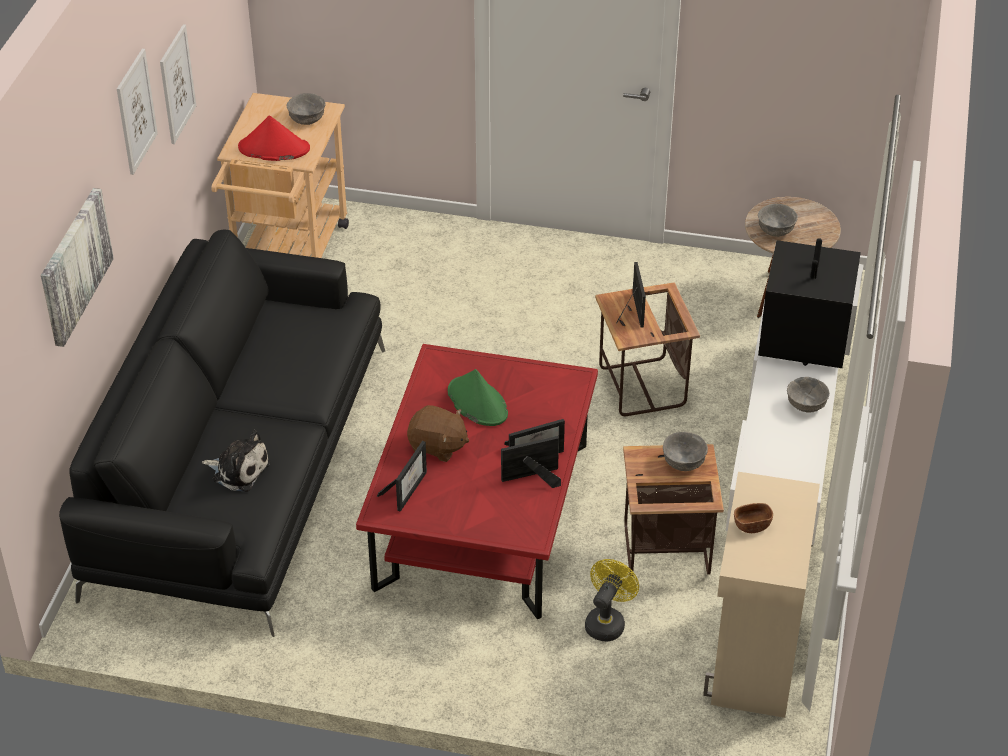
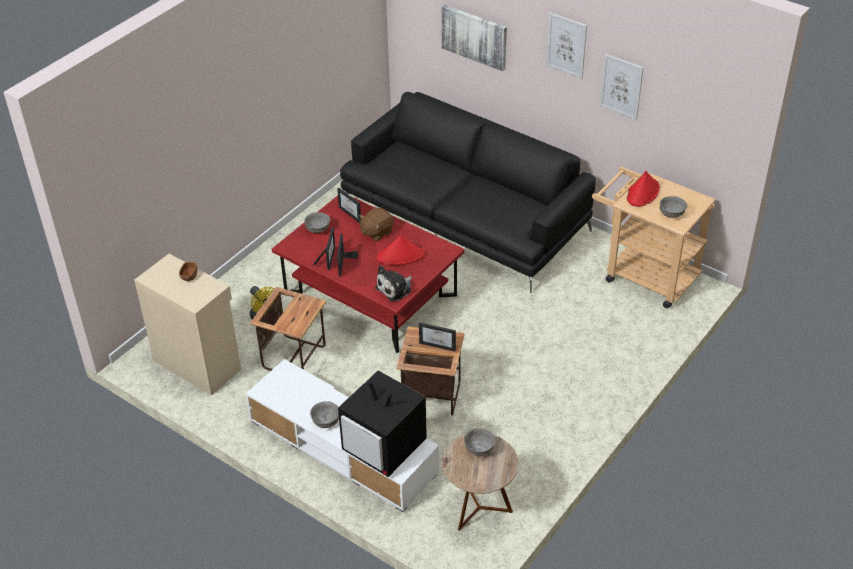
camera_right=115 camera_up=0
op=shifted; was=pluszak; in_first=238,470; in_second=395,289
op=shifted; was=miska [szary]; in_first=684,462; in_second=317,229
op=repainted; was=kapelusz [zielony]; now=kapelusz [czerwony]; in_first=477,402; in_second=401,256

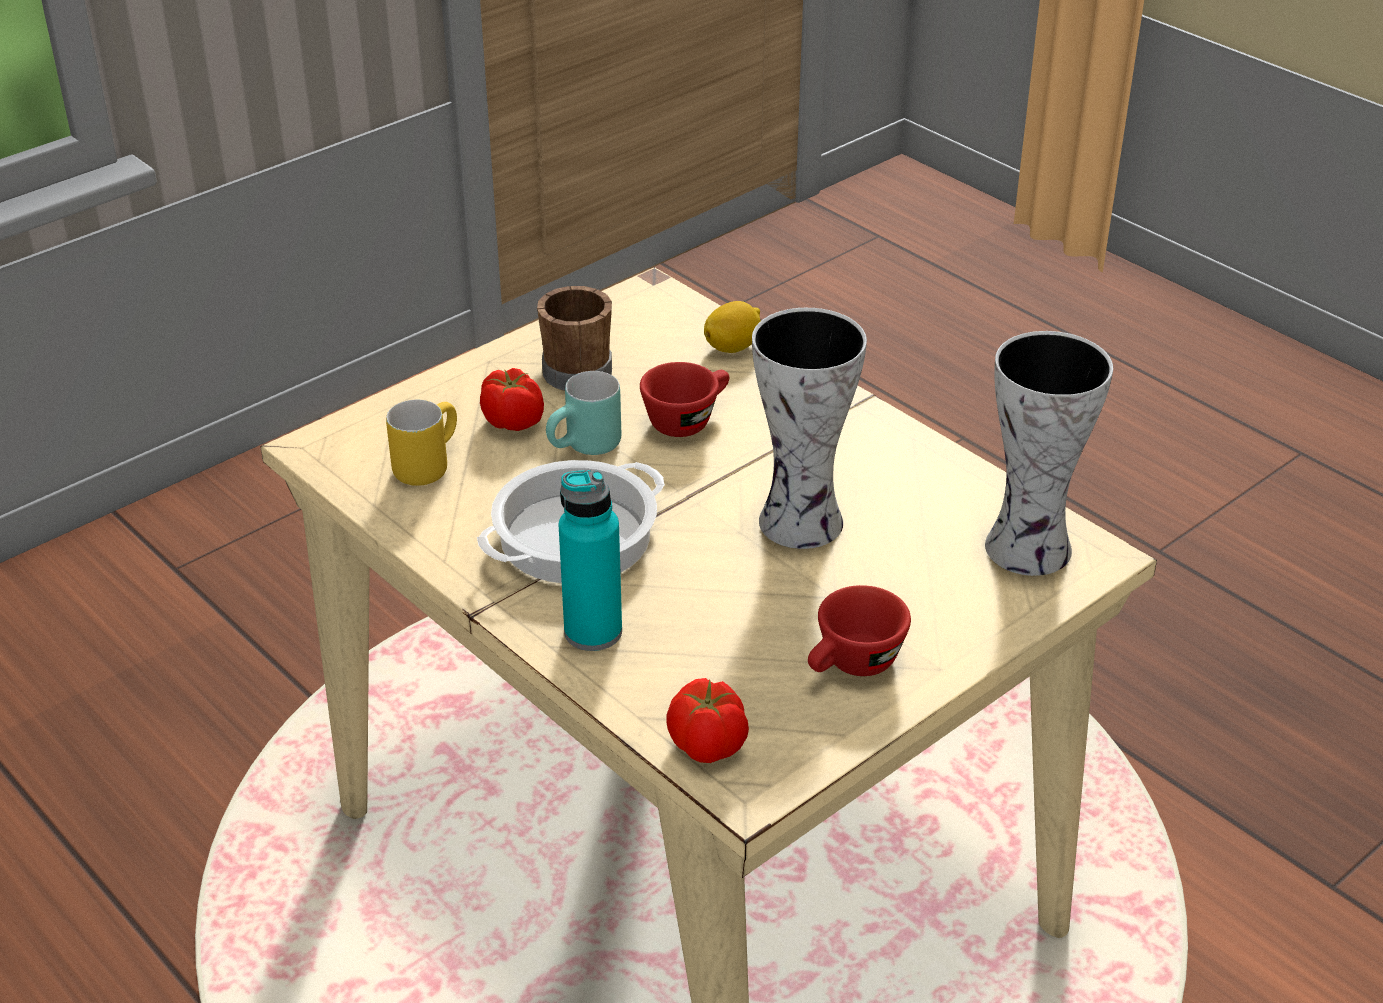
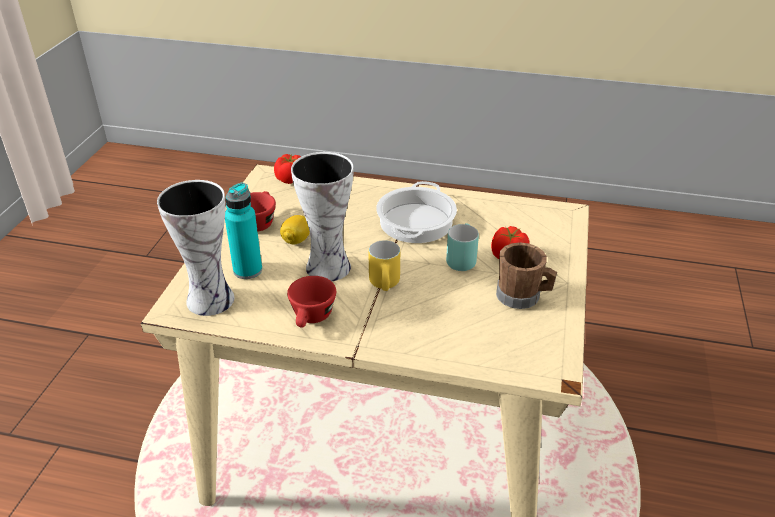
camera_right=145 camera_up=0
op=shifted; was=kubek [żółty]; in_first=425,464; in_second=387,285
op=shifted; was=butelka [turkusowy]; in_first=593,632; in_second=247,270
op=shifted; was=filiżanka [czerwony]; in_first=687,419; in_second=312,318
op=shifted; was=cytryna; in_first=733,347; in_second=296,240

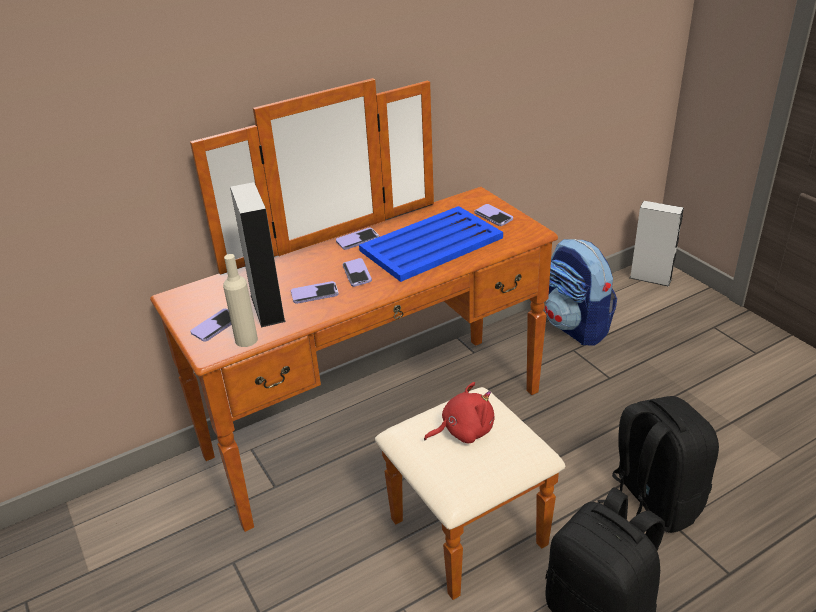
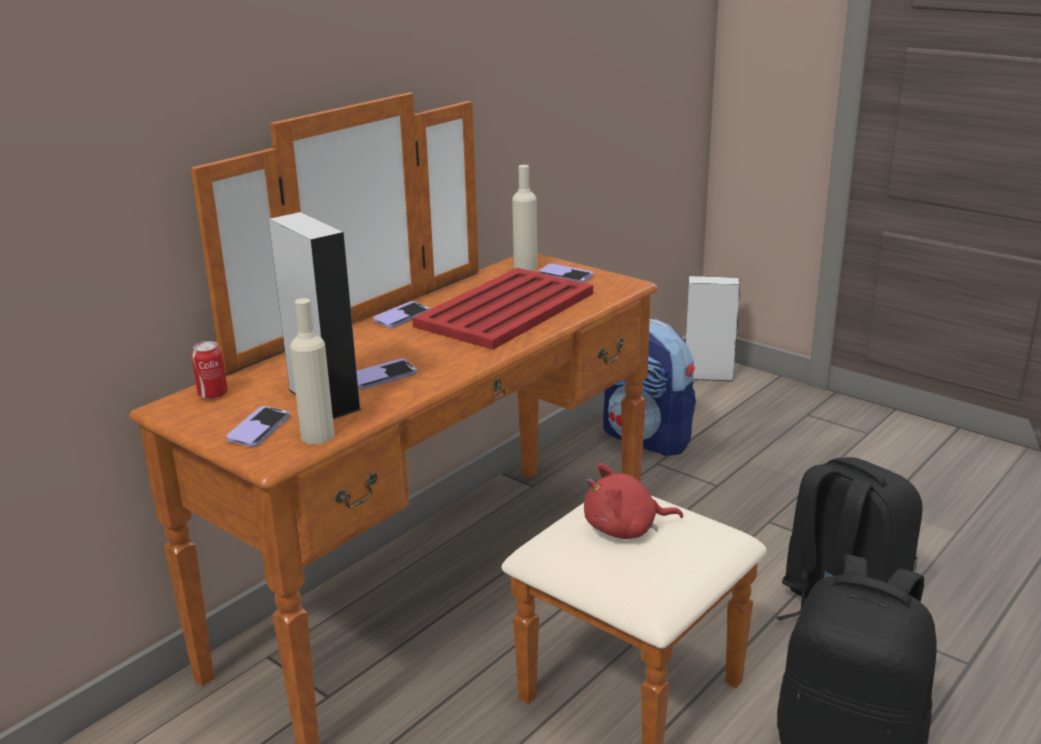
camera_right=-20 camera_up=-10
op=gone; was=telefon; in_first=357,273
op=new; now=puszka; in_second=213,394
op=new; now=butelka [beżowy]; in_second=525,267
op=repainted; was=taca [niebieski]; now=taca [czerwony]; in_first=433,244; in_second=507,309
op=rotated; was=pluszak [czerwony]; in_first=463,430; in_second=625,529; clockwise=-150

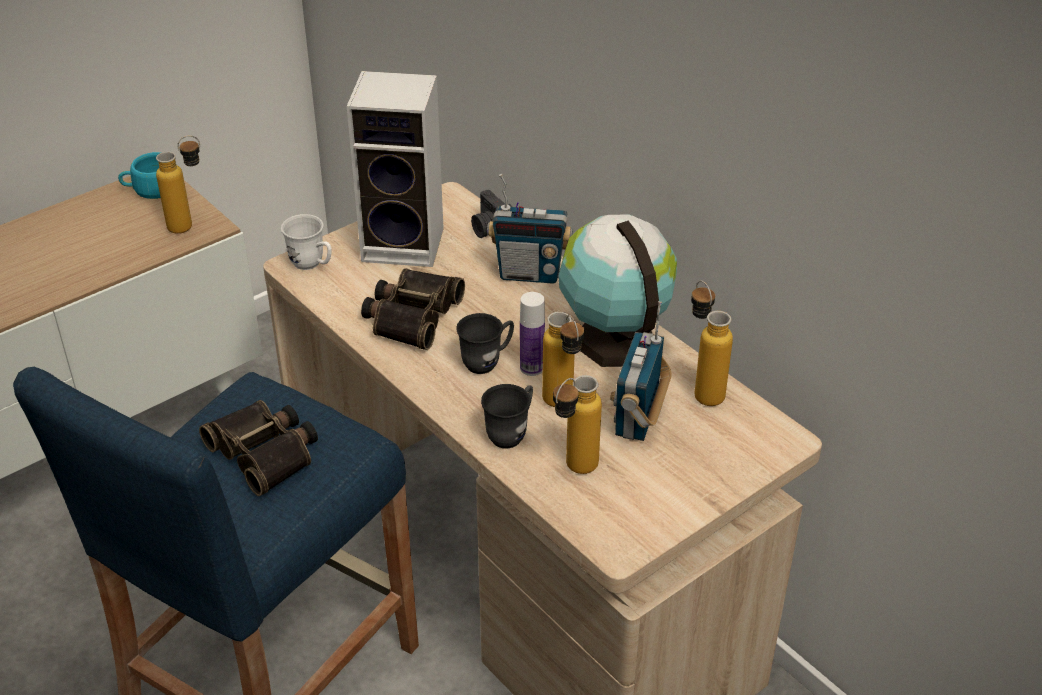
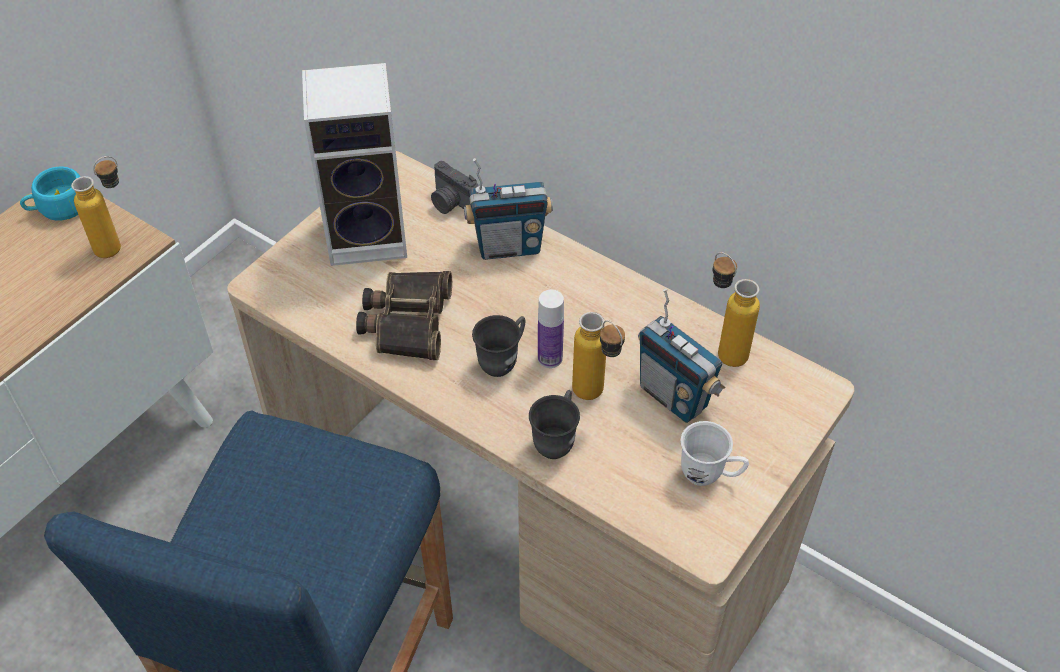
camera_right=-15 camera_up=10
op=gone; was=lornetka; in_first=266,452
op=gone; was=butelka; in_first=573,471
op=gone; was=globus; in_first=614,338
op=shifted; was=kubek [biały]; in_first=312,265; in_second=709,475
op=rotated; was=radio; in_first=638,419; in_second=674,396; clockwise=-45

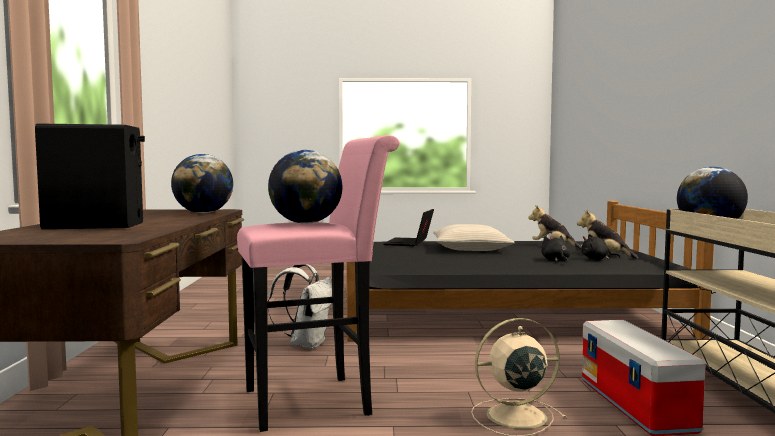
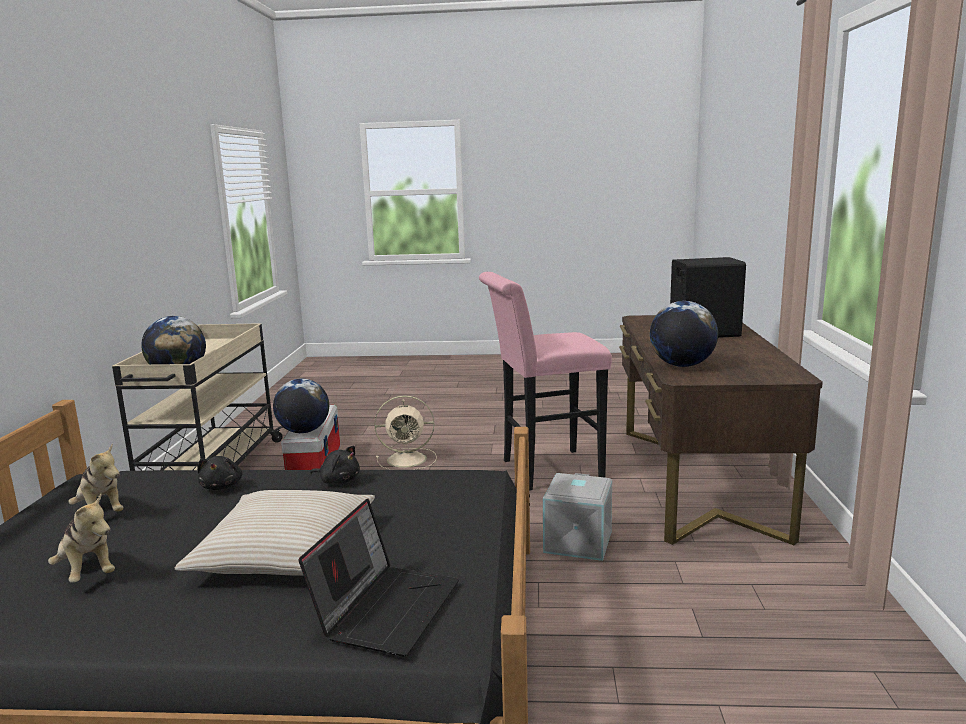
camera_right=-175 camera_up=10
op=shifted; was=globus; in_first=306,223; in_second=303,431
op=shifted; was=pluszak [czarny]; in_first=597,259; in_second=338,480
op=swapped; was=plecak [biały]; now=pojemnik do przechowywania [szary]; in_first=306,344; in_second=579,542

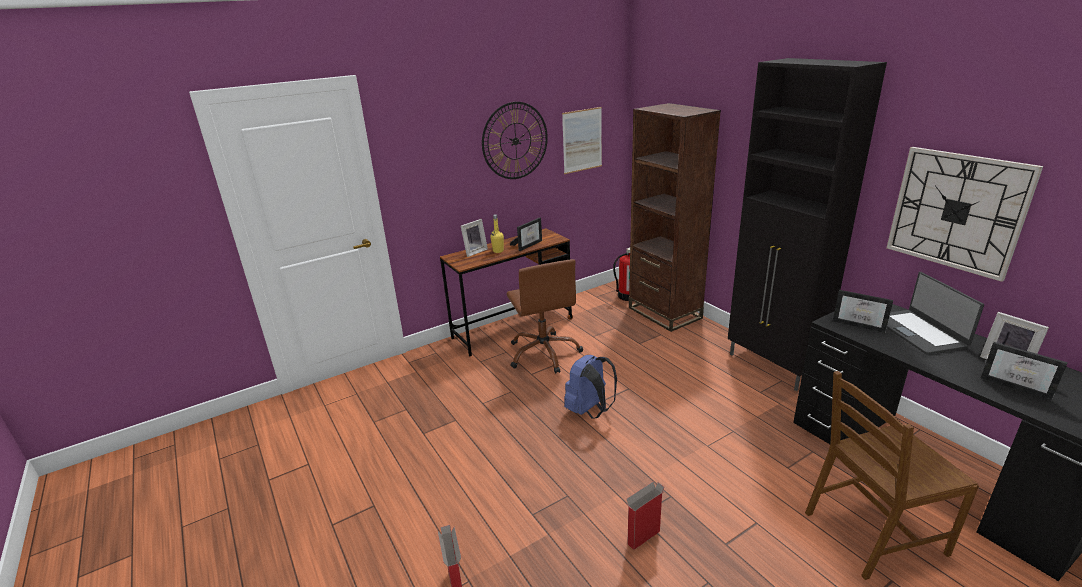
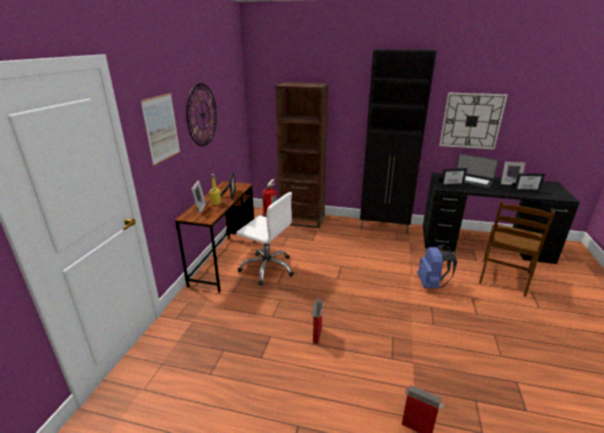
camera_right=-45 camera_up=0
op=shifted; was=obraz; in_first=582,140; in_second=161,128
op=shifted; was=plecak [niebieski]; in_first=590,411; in_second=431,284
op=shifted; was=karton; in_first=643,538; in_second=317,335
op=repainted; was=krzesło biurowe [brązowy]; now=krzesło biurowe [biały]; in_first=544,353; in_second=267,268

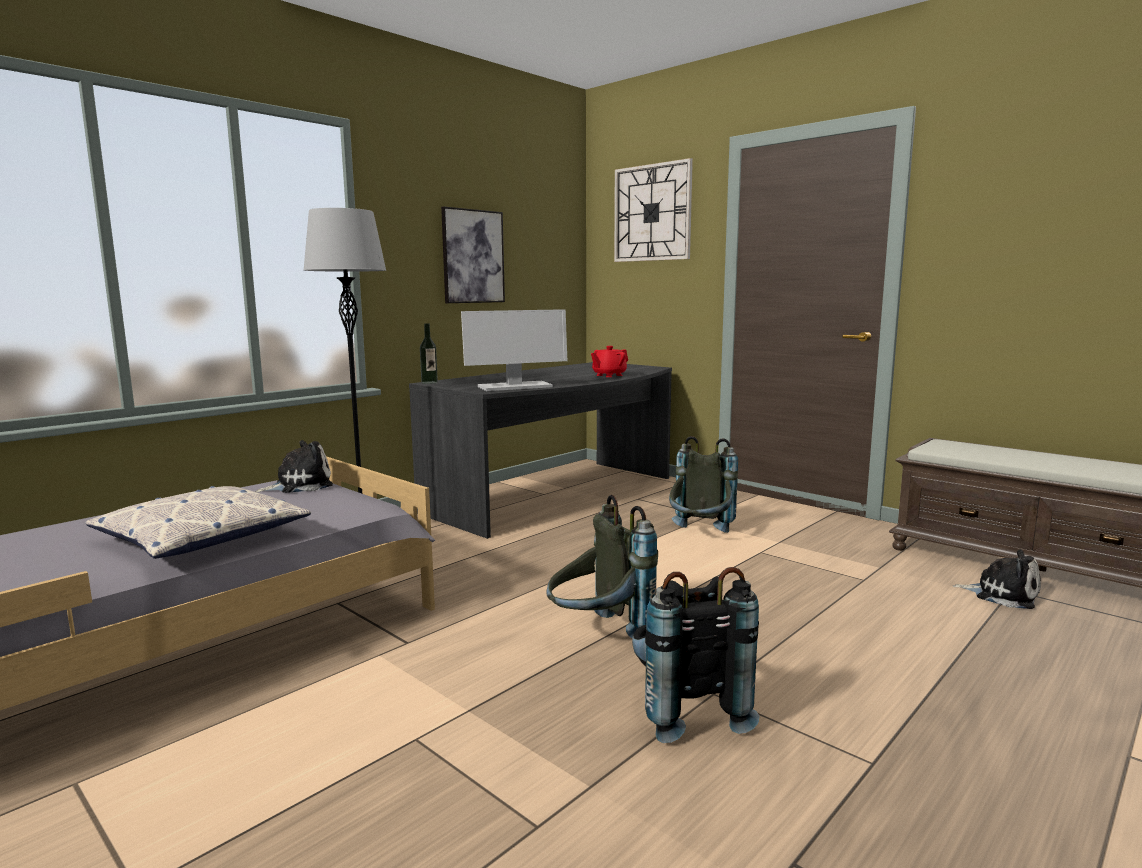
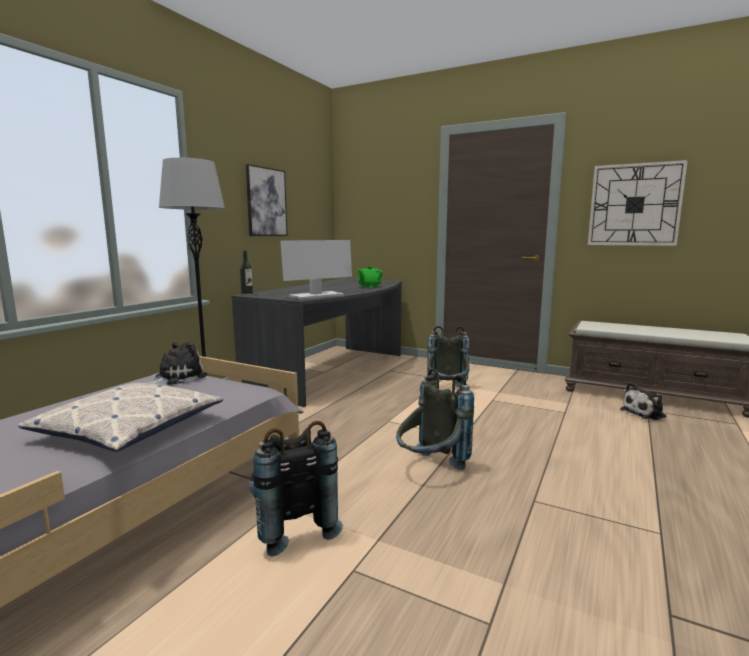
camera_right=-15 camera_up=0
op=shifted; was=zegar ścienny; in_first=652,213; in_second=634,205
op=shifted; was=plecak [czarny]; in_first=685,710; in_second=291,527
op=repainted; was=imbryk [czerwony]; now=imbryk [zielony]; in_first=609,375; in_second=369,286
op=rotated; was=pluszak; in_first=1002,594; in_second=645,413; clockwise=135

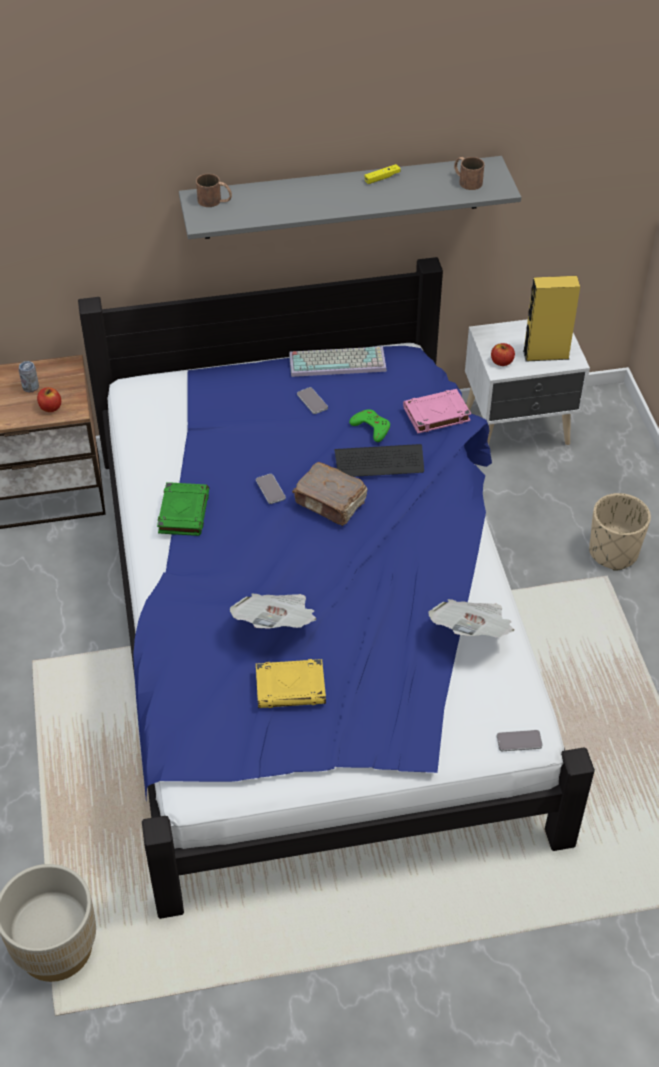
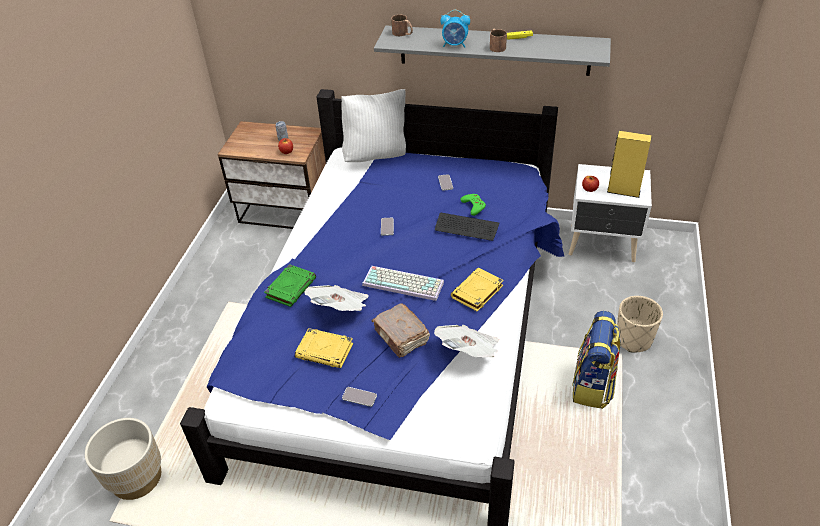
camera_right=25 camera_up=-5
op=gone; was=książka [różowy]; in_first=436,415
op=new; now=poduszka [biały]; in_second=376,155
op=new; now=budzik; in_second=455,45
op=new; now=książka [żółty]; in_second=477,292
op=new; now=plecak; in_second=593,385
op=shifted; was=książka [zielony]; in_first=183,512; in_second=291,288
op=shifted; was=klawiatura; in_first=338,361; in_second=404,283
op=shifted; was=książka [brązowy]; in_first=330,503; in_second=401,337
op=shifted; was=kubek [brązowy]; in_first=466,180; in_second=496,46
op=shifted; was=telefon; in_first=519,741; in_second=359,397

